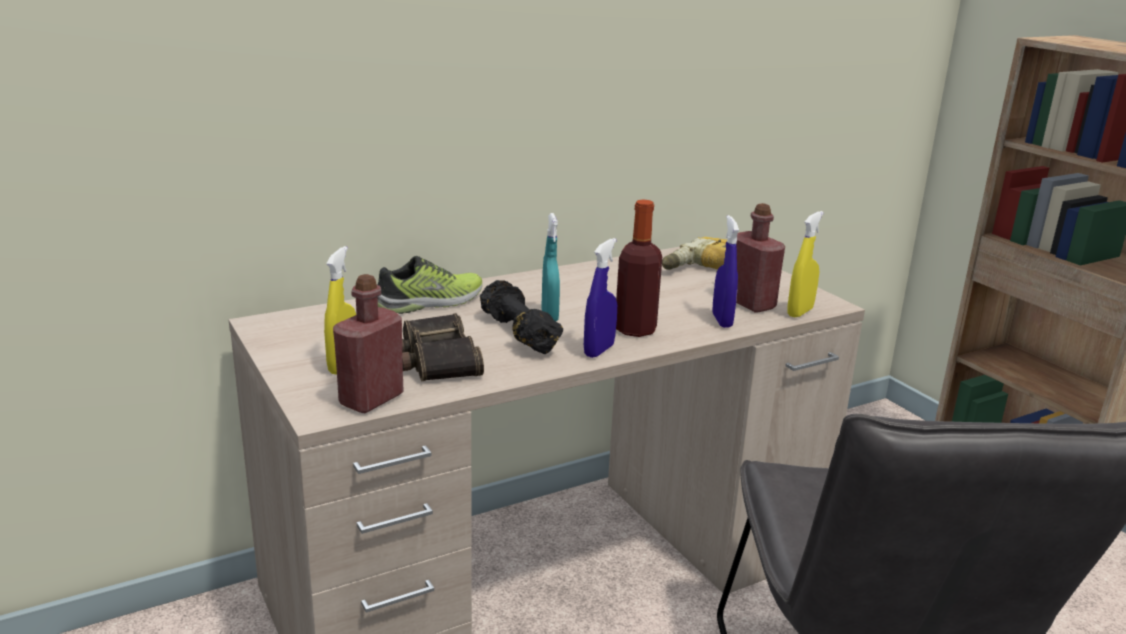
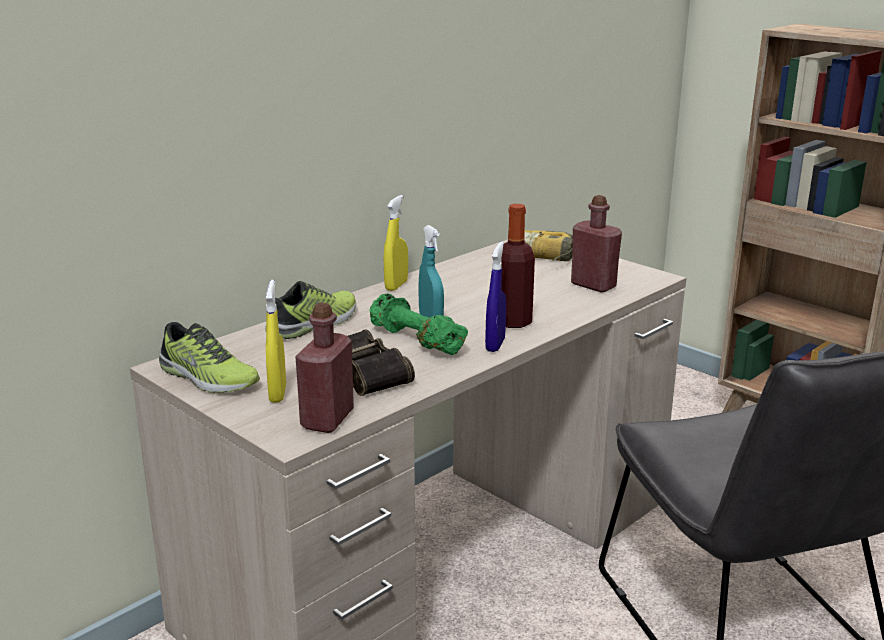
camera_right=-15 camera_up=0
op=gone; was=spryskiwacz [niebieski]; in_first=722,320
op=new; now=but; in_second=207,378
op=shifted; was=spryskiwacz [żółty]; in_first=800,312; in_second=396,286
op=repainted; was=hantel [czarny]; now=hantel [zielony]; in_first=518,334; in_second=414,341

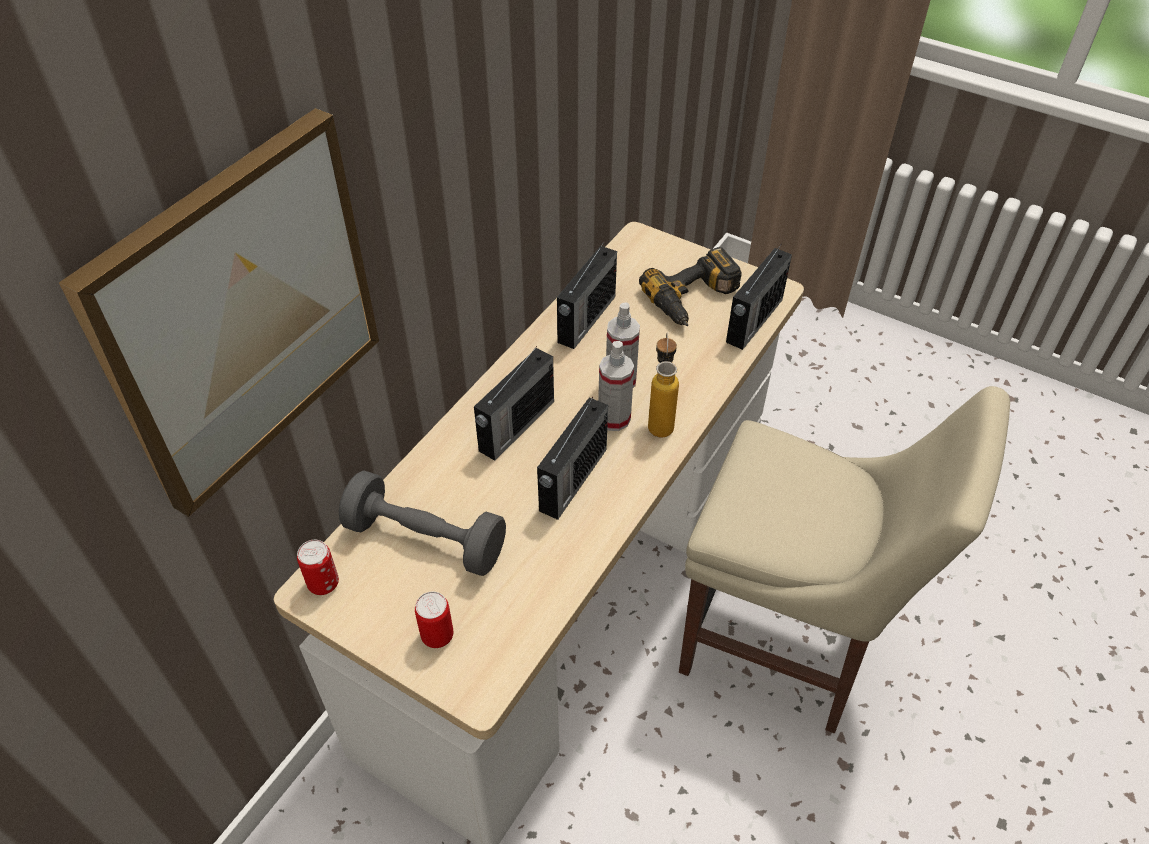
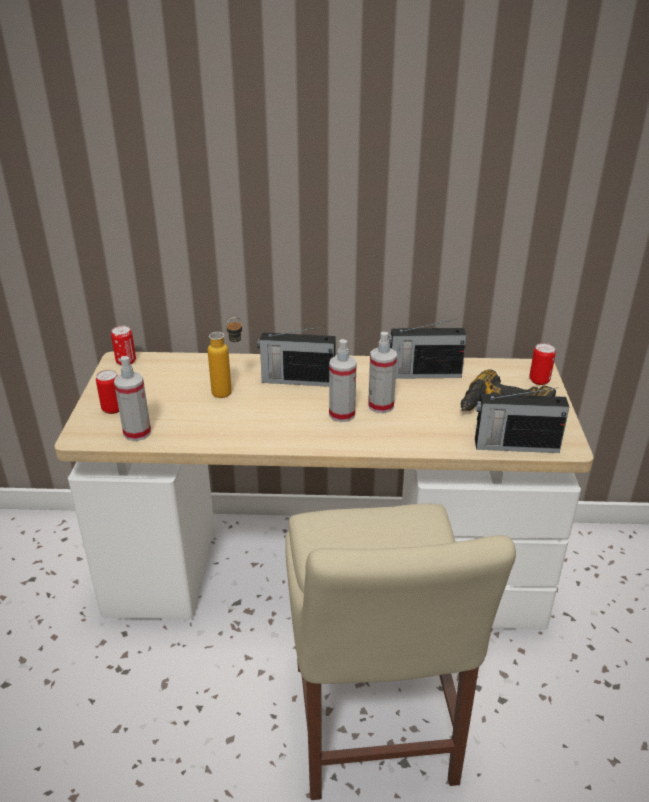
camera_right=60 camera_up=-15
op=gone; was=obraz; in_first=242,313
op=gone; was=hantel [szary]; in_first=425,539
op=gone; was=radio; in_first=572,481
op=new; now=spryskiwacz; in_second=137,433
op=new; now=puszka; in_second=539,380
op=shifted; was=butelka; in_first=660,420; in_second=229,391

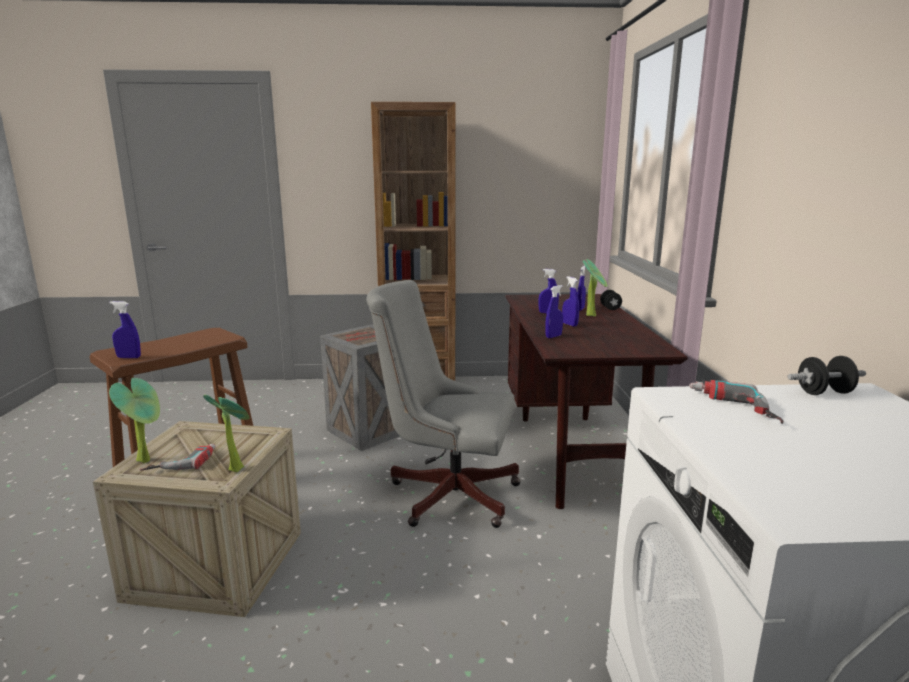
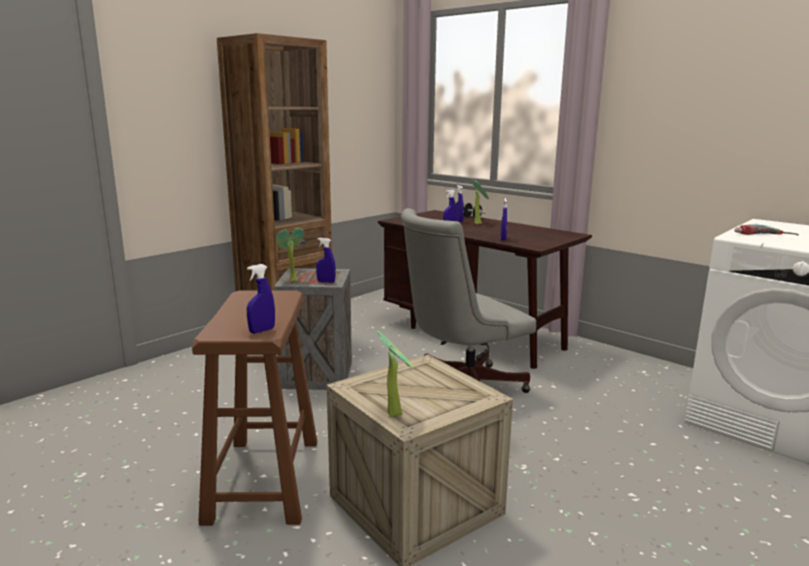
camera_right=-45 camera_up=0
op=gone; was=wiertarka; in_first=181,461
op=gone; was=hantel [czarny]; in_first=824,393
op=shifted; was=roślina doniczkowa; in_first=236,467; in_second=291,280
op=shifted; was=spryskiwacz [niebieski]; in_first=569,324; in_second=326,282

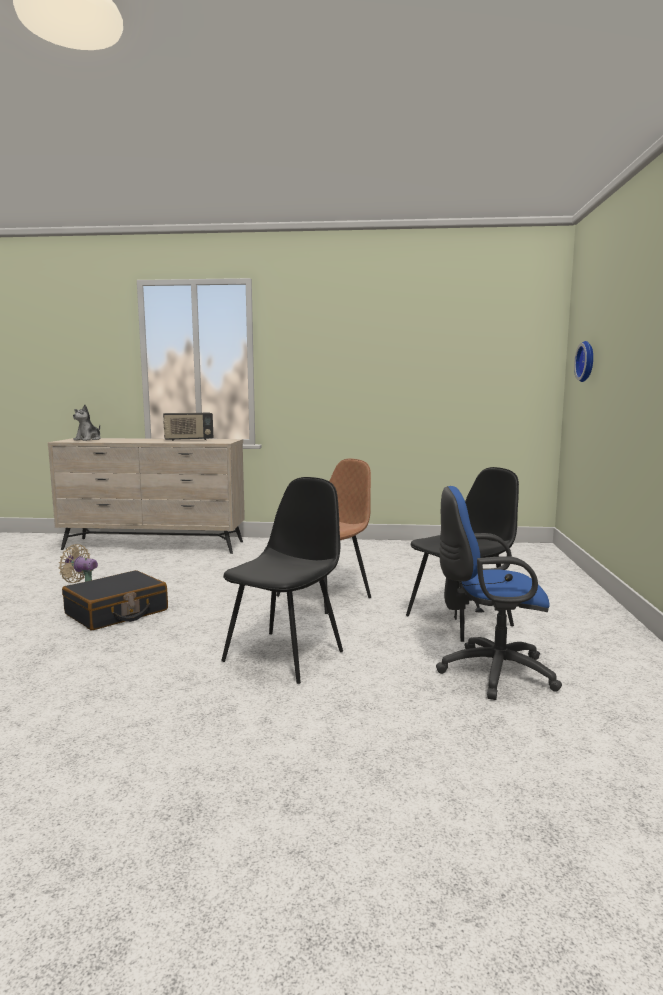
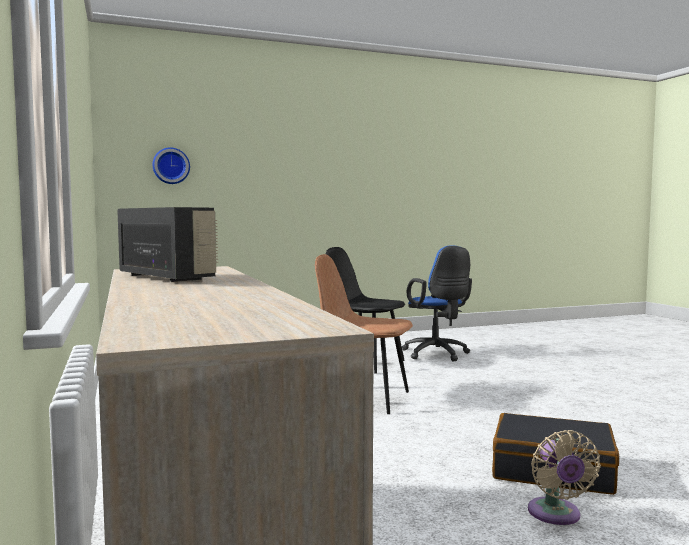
camera_right=-115 camera_up=-5
op=gone; was=pluszak; in_first=88,439
op=gone; was=krzesło [czarny]; in_first=285,655

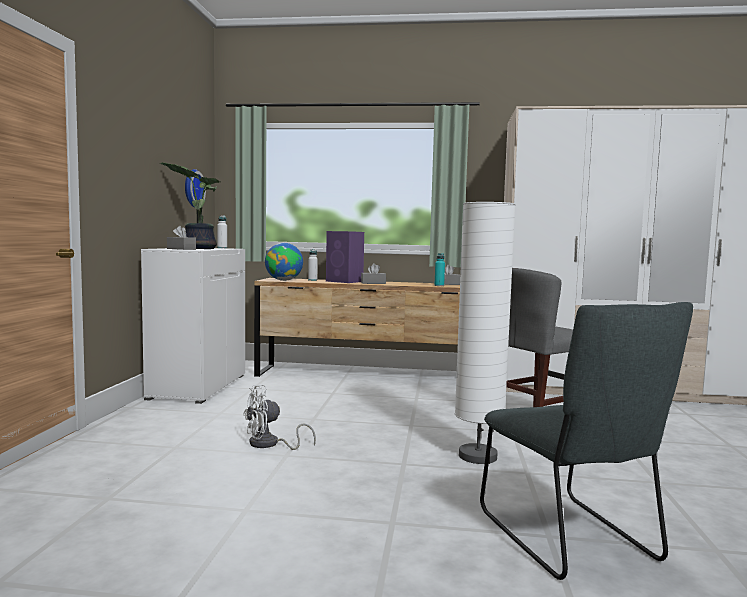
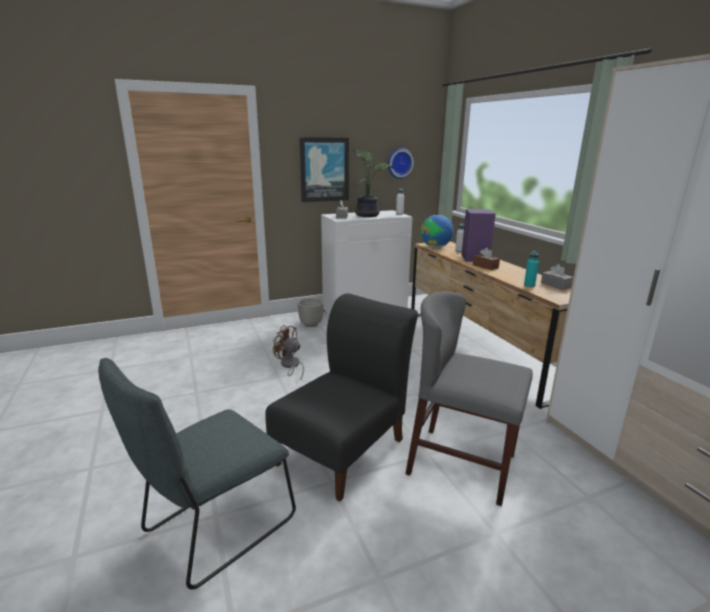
camera_right=60 camera_up=15
op=new; now=donica; in_second=311,324
op=new; now=obraz; in_second=324,169
op=swapped; was=lampa stojąca [biały]; now=krzesło [czarny]; in_first=477,456; in_second=344,448
op=repainted; was=wentylator [biały]; now=wentylator [brązowy]; in_first=269,444; in_second=290,366
op=repainted; was=pudełko chusteczek [szary]; now=pudełko chusteczek [brązowy]; in_first=373,283; in_second=485,266

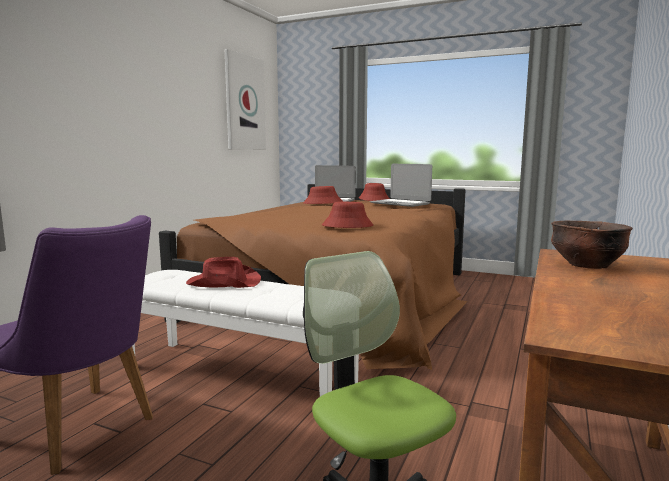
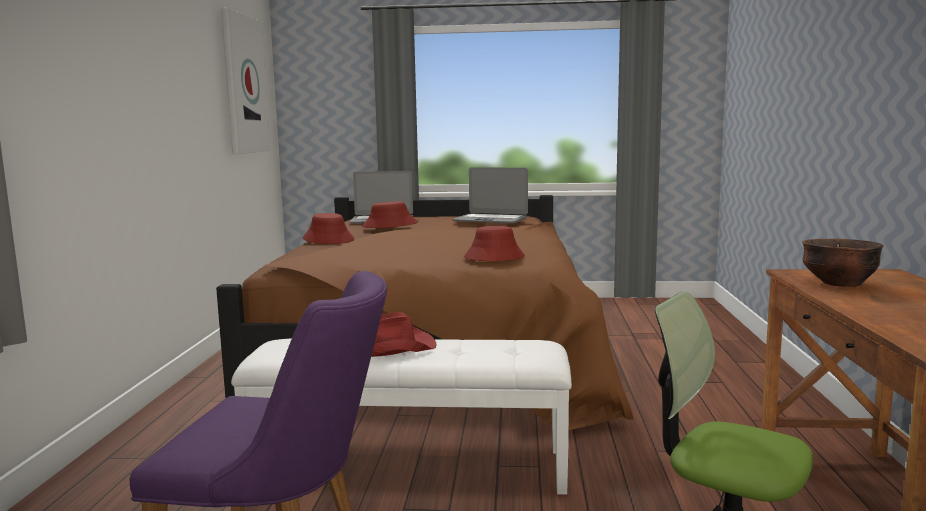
camera_right=-20 camera_up=0
op=shifted; was=kapelusz [czerwony]; in_first=374,199; in_second=328,239

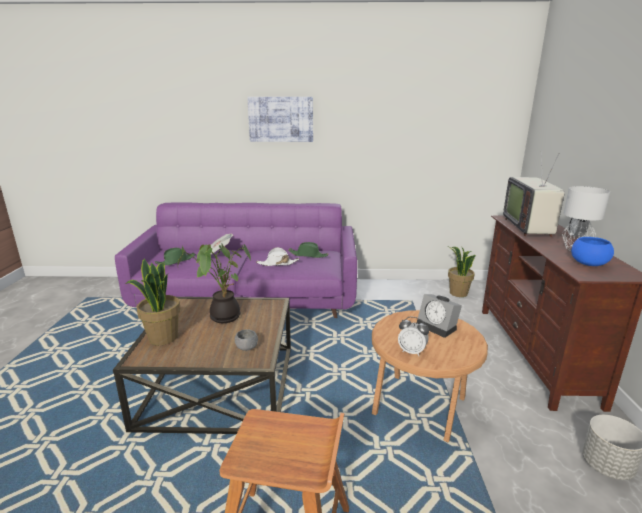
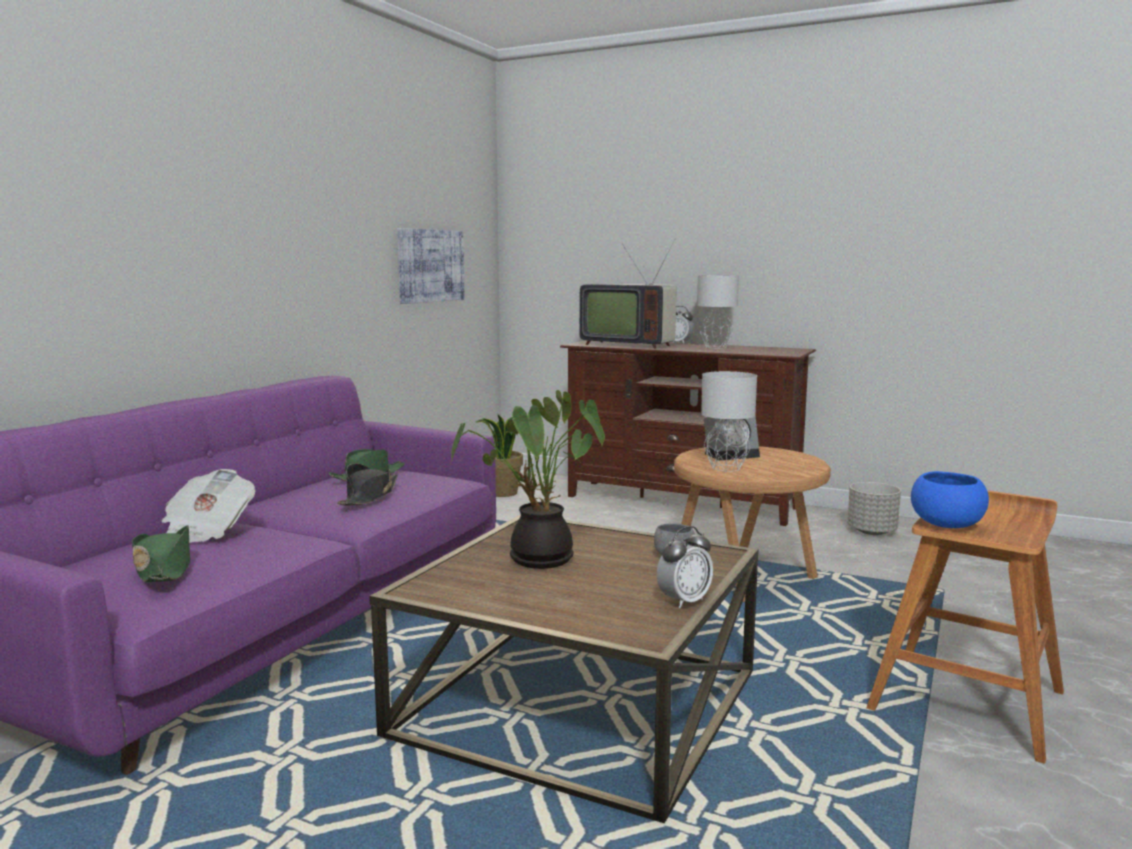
camera_right=-65 camera_up=-10
op=gone; was=roślina doniczkowa; in_first=162,337
op=new; now=lampa stołowa [szary]; in_second=725,468
op=shifted; was=obraz; in_first=281,119; in_second=430,265
op=shifted; was=budzik; in_first=411,351; in_second=684,601
op=shifted; was=miska [niebieski]; in_first=588,263; in_second=946,524
op=repainted; was=kapelusz [biały]; now=kapelusz [czarny]; in_first=277,263; in_second=369,496

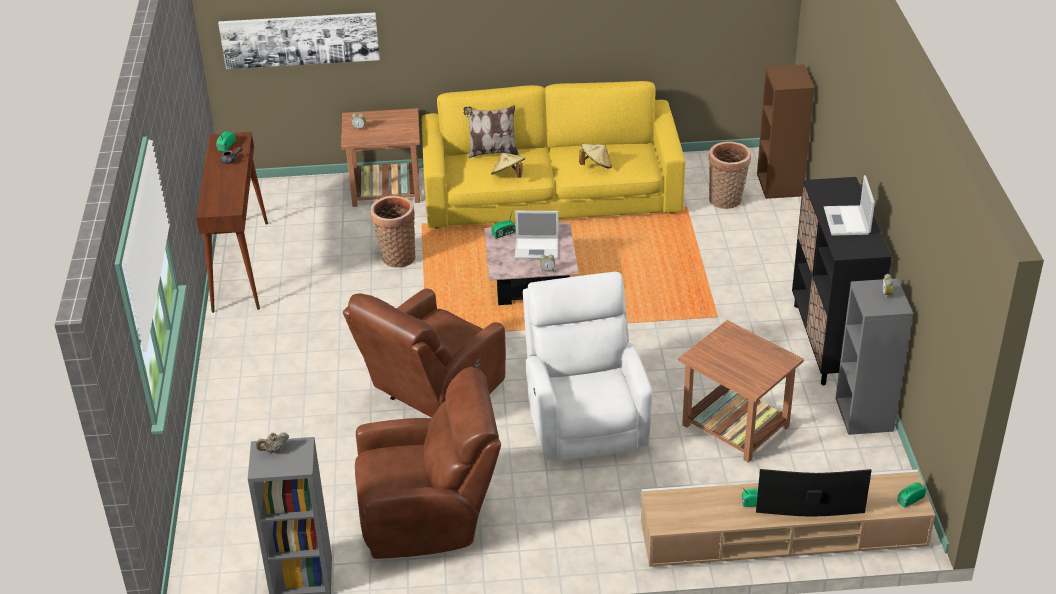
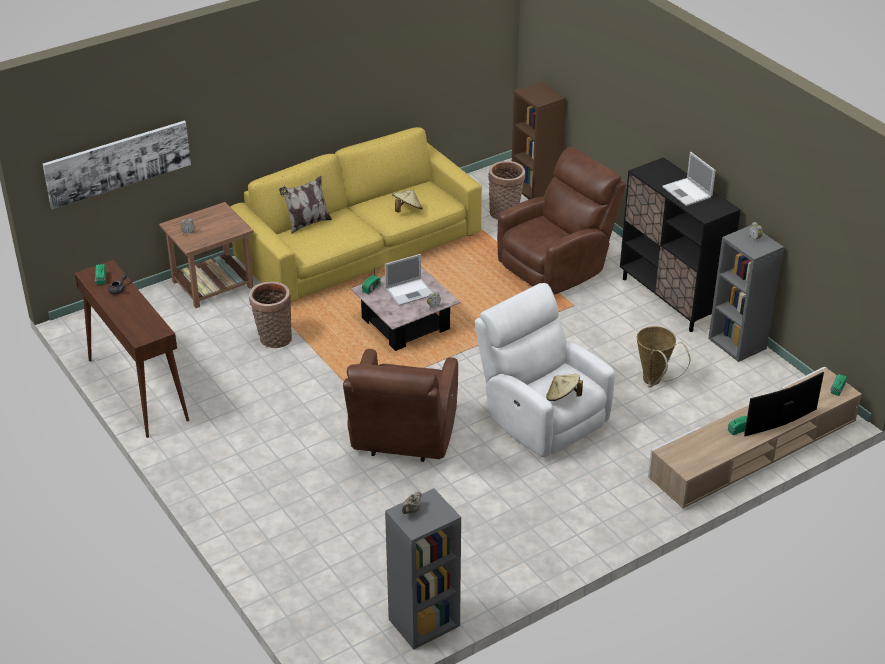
camera_right=-30 camera_up=0
op=shifted; was=fotel [brązowy]; in_first=429,517; in_second=556,267
op=shifted; was=kapelusz [beżowy]; in_first=508,176; in_second=562,397
op=swapped; was=stolik [brązowy]; now=koszyk; in_first=734,425; in_second=654,382

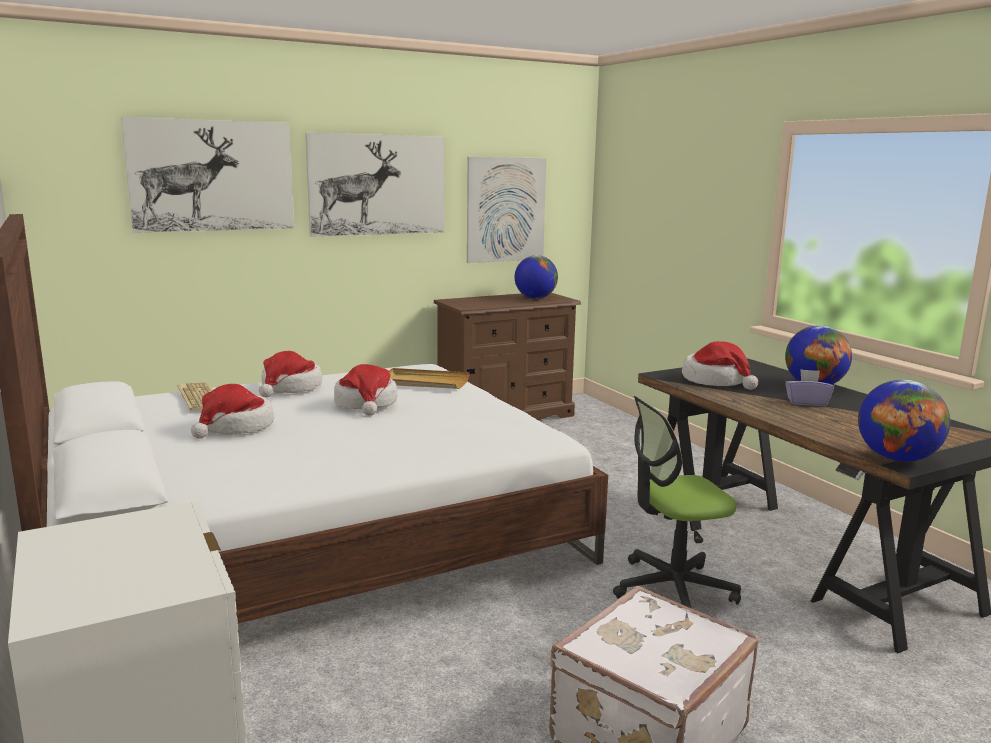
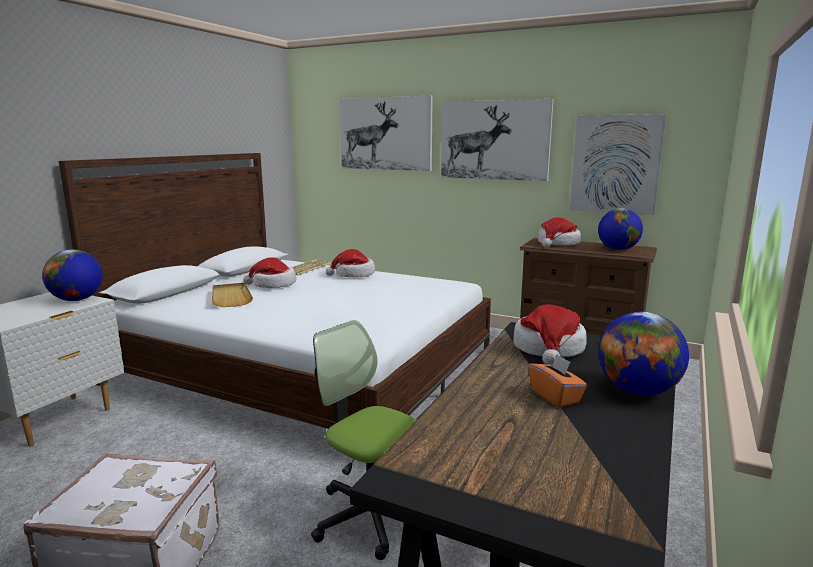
camera_right=55 camera_up=0
op=shifted; was=kapelusz; in_first=366,403; in_second=557,244
op=shifted; was=taca [beżowy]; in_first=423,382; in_second=231,297
op=shifted; was=globus; in_first=896,459; in_second=77,300
op=repainted; was=pudełko chusteczek [fioletowy]; now=pudełko chusteczek [pomarańczowy]; in_first=806,402; in_second=555,396

